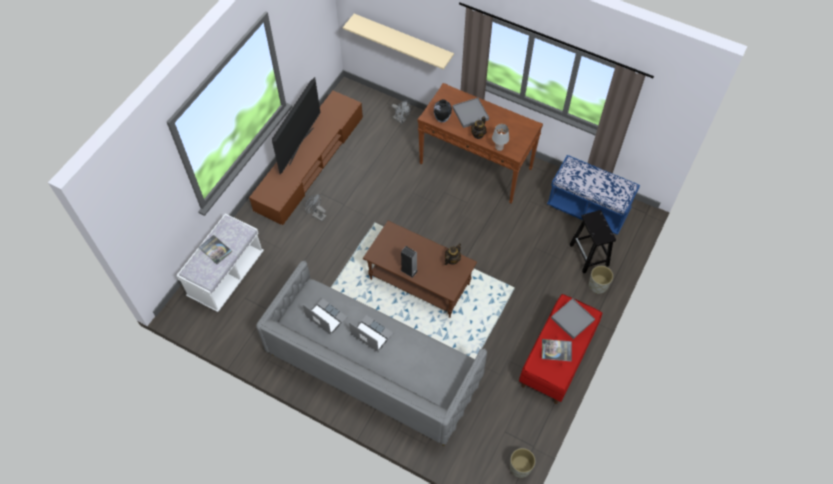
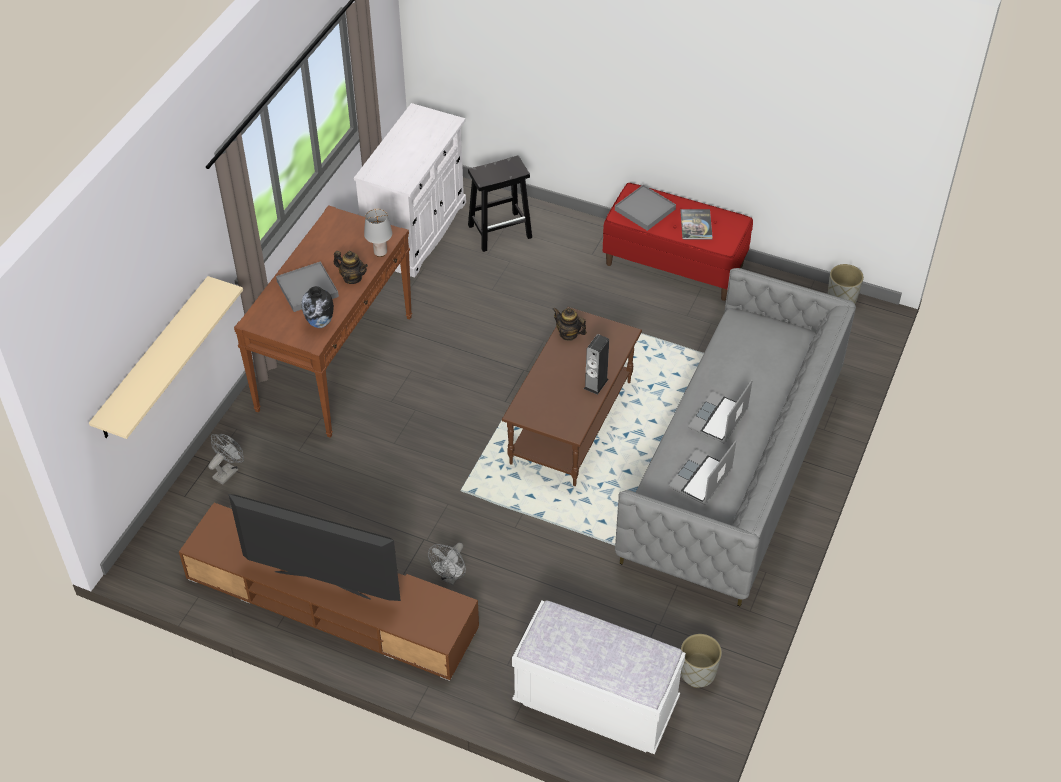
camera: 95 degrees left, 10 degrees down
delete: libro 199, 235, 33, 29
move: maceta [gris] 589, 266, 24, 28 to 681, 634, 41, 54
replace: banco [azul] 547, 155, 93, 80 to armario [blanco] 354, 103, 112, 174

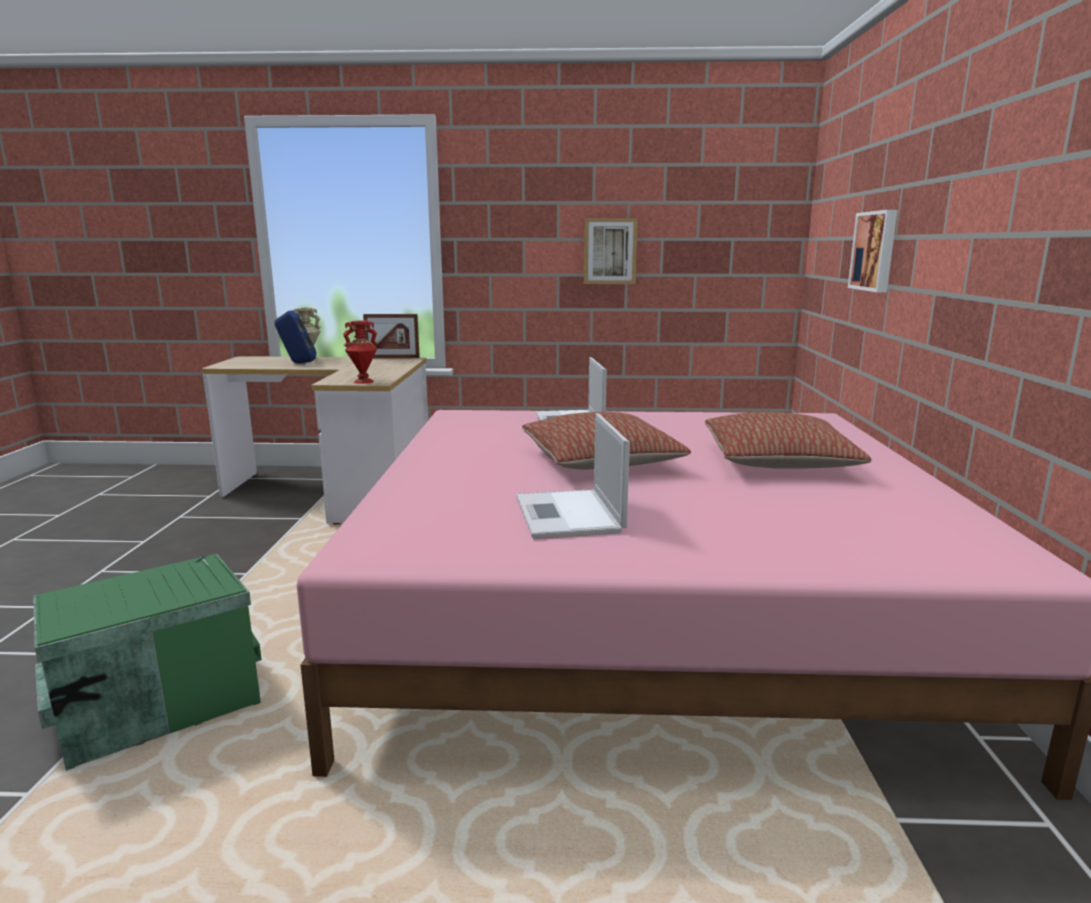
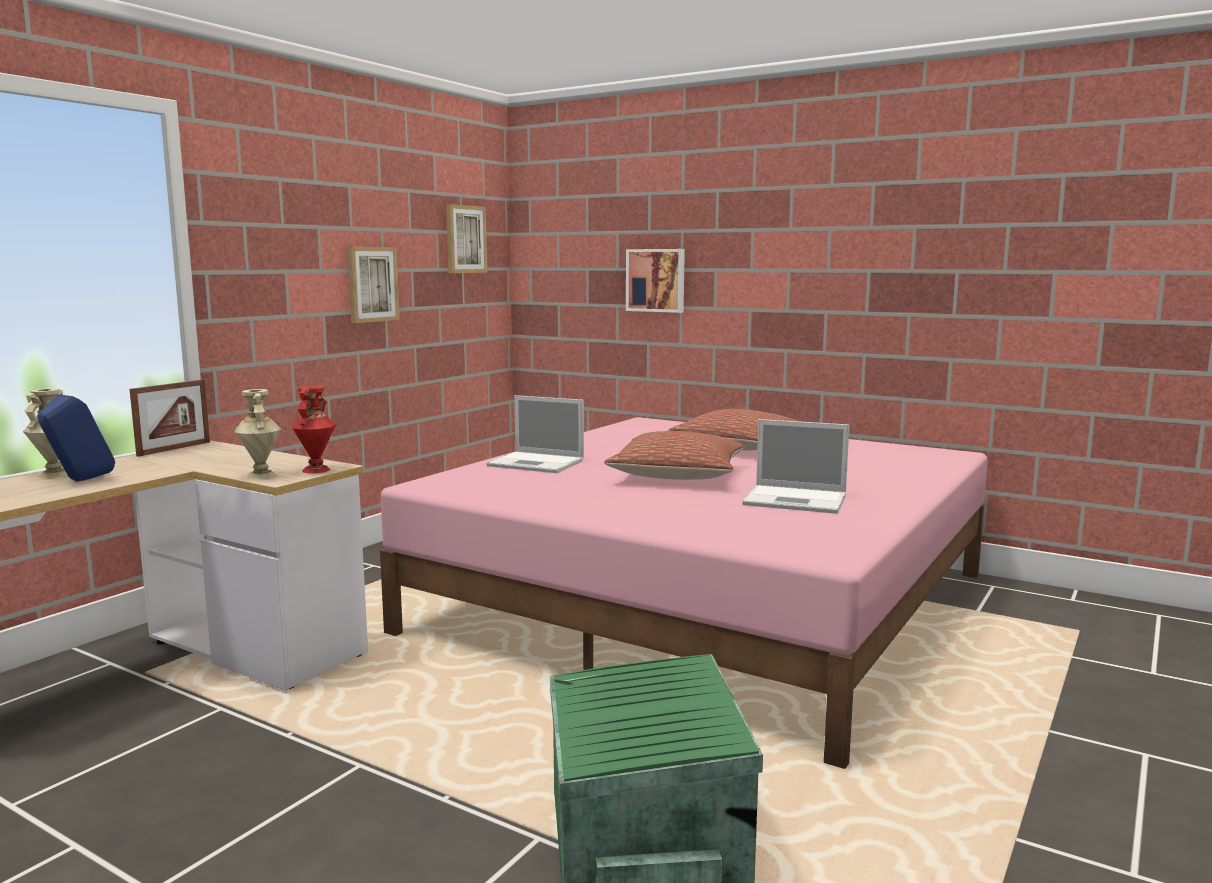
camera: 60 degrees left, 5 degrees down
insert: cuadro 446, 204, 42, 69; florero [beis] 234, 389, 47, 90

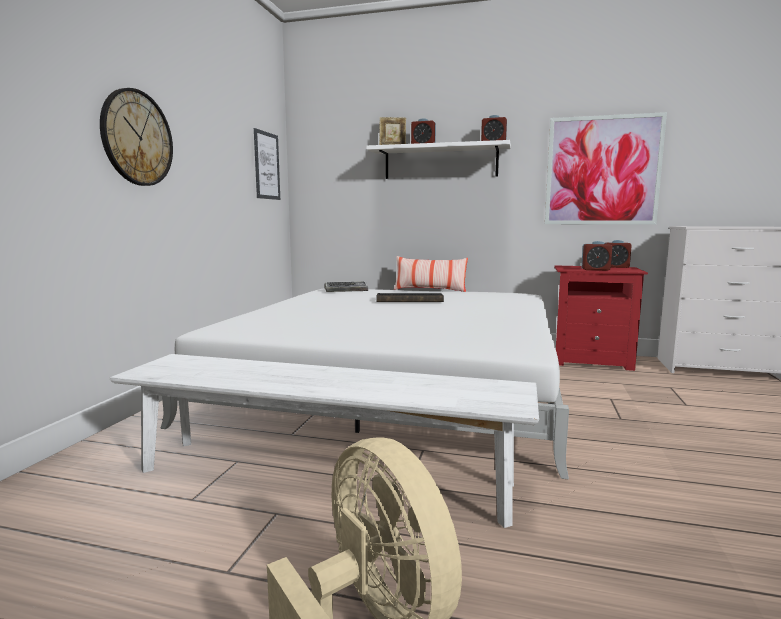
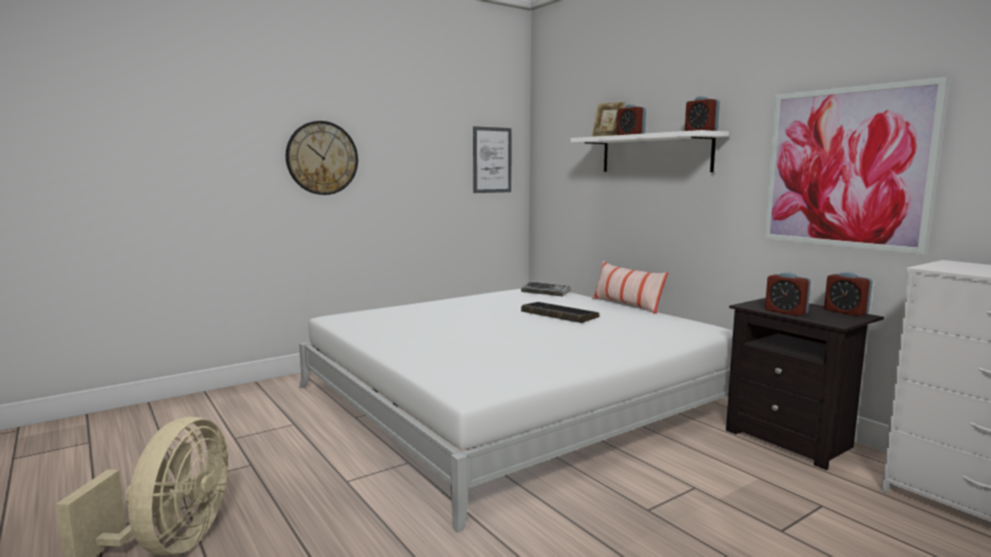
camera: 40 degrees right, 0 degrees up
delete: banco [blanco] 110, 354, 429, 174
recolor: mesita de noche [rojo] 554, 265, 94, 106 to mesita de noche [negro] 726, 298, 158, 172

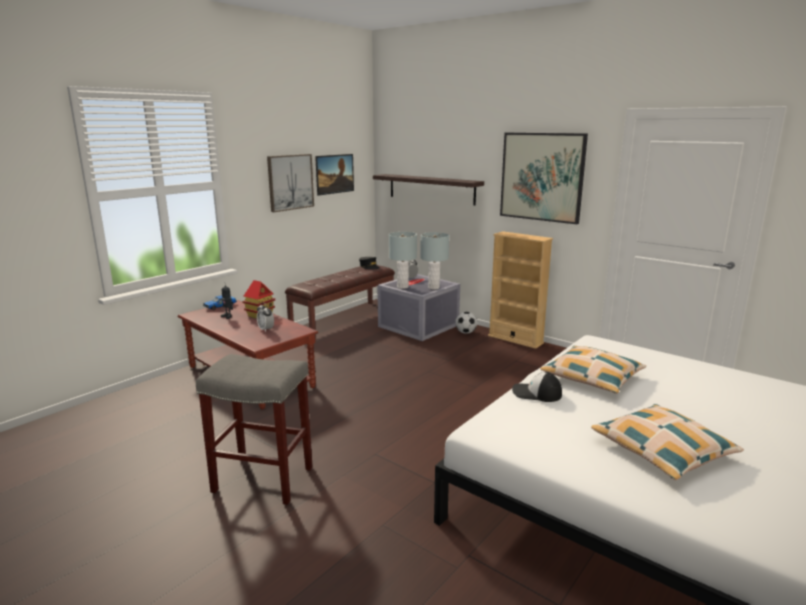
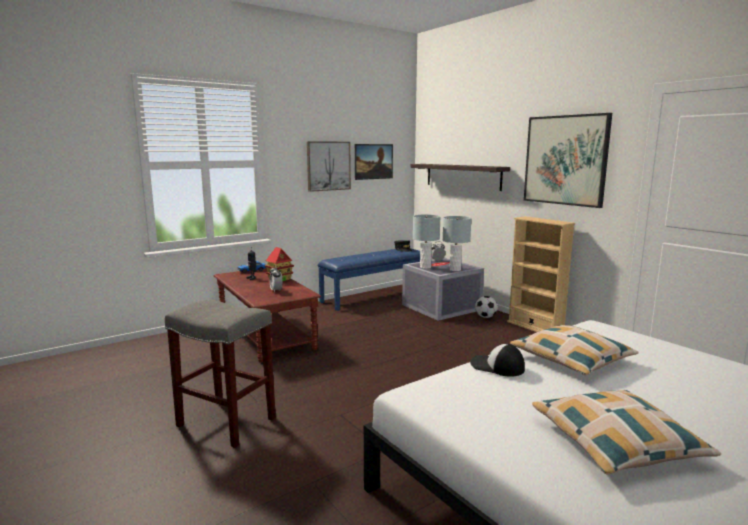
camera: 15 degrees right, 5 degrees down
recolor: banco [marrón] 285, 265, 110, 74 to banco [azul] 318, 248, 102, 63

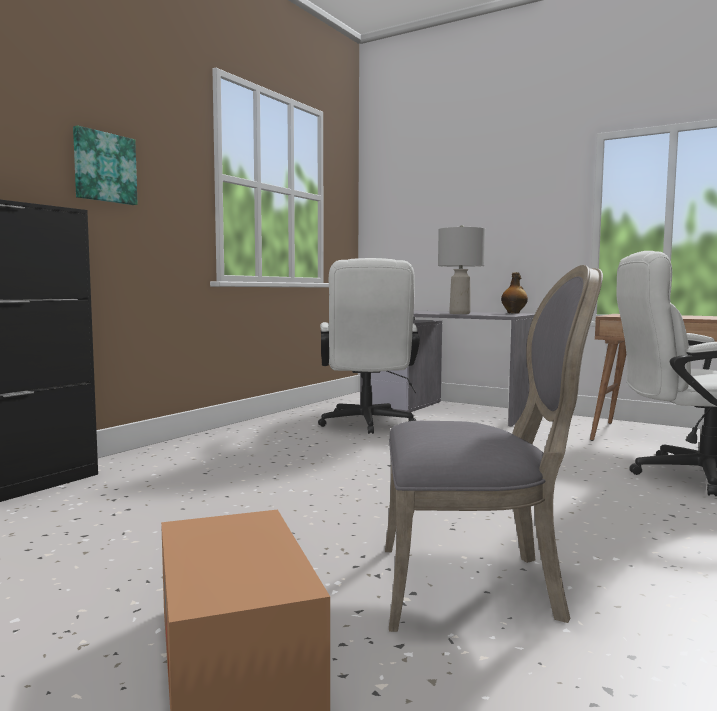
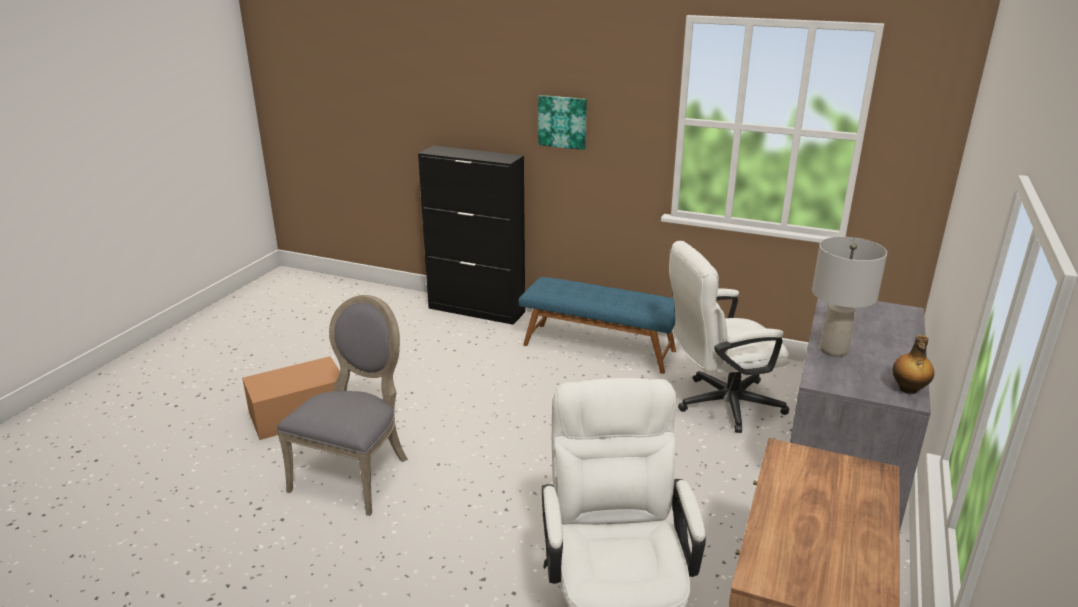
camera: 80 degrees right, 20 degrees up
insert: banco [azul] 518, 277, 158, 97
rotate: silla [gris] 385, 265, 218, 367 = 277, 295, 131, 221 150 degrees counterclockwise

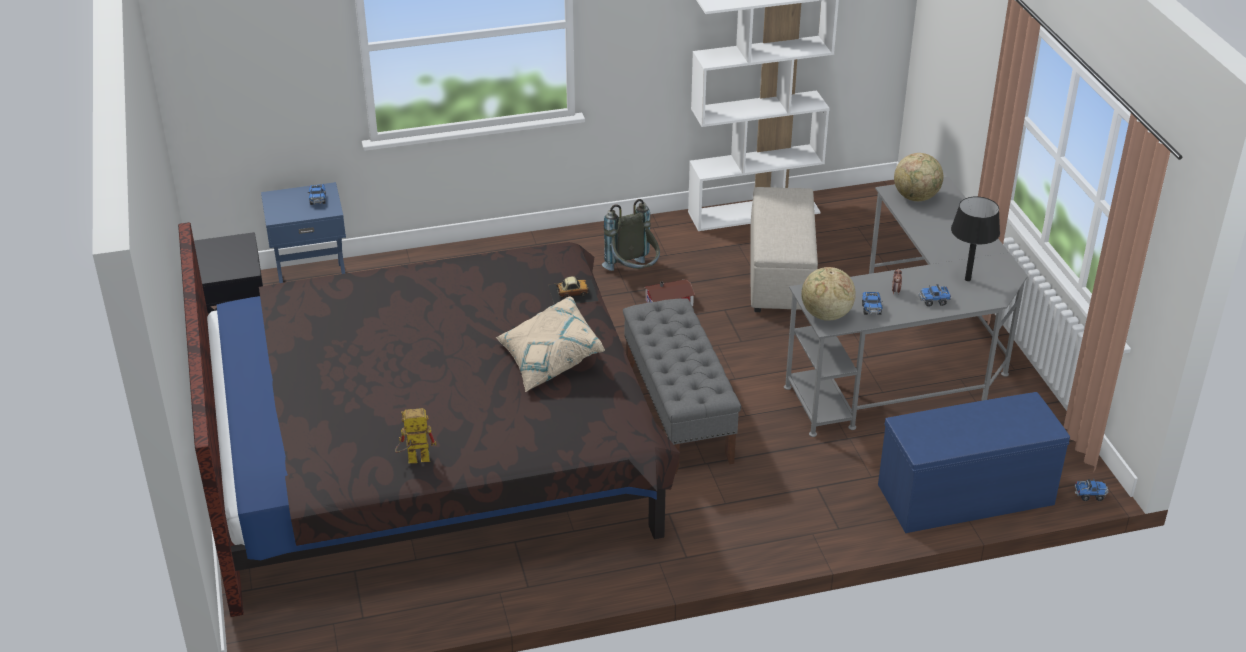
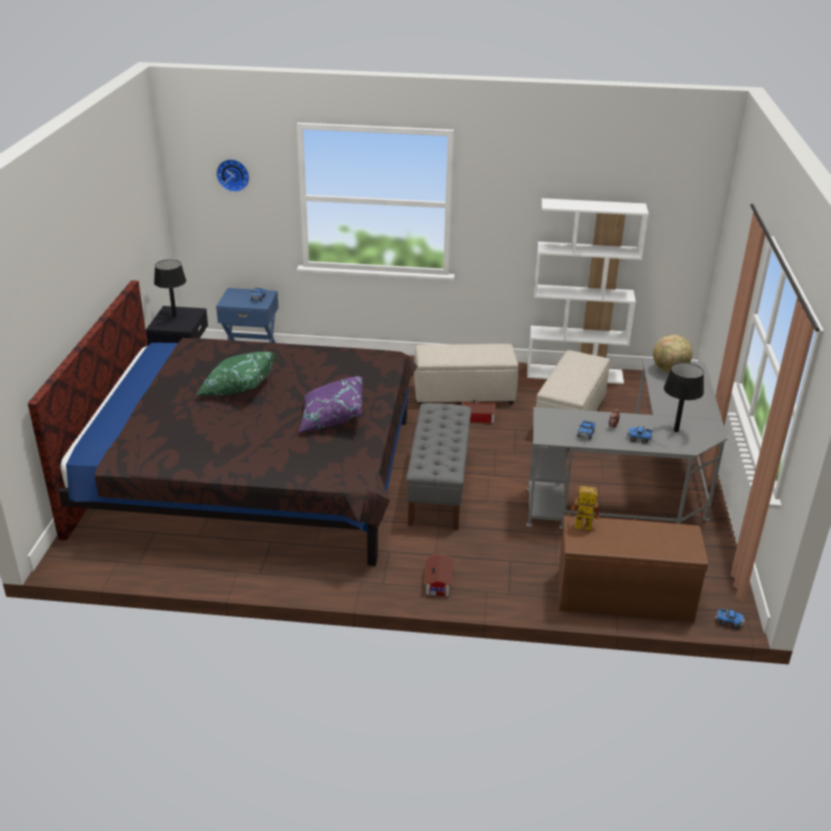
camera: 20 degrees right, 5 degrees down
delete: globo terráqueo 801, 267, 55, 54; coche de juguete 549, 276, 49, 29
insert: reloj de pared 216, 159, 33, 33; lámpara de mesa [negro] 154, 260, 32, 58; cojín [verde] 195, 352, 81, 44; casita 424, 554, 29, 42
move: robot de juguete 395, 408, 42, 55 to 567, 486, 32, 45
replace: mochila [gris] 602, 199, 58, 72 to puf [beis] 414, 344, 104, 62
recolor: cojín [beis] 496, 297, 109, 95 to cojín [morado] 299, 376, 64, 56; banco [azul] 878, 392, 192, 141 to banco [marrón] 558, 515, 150, 107

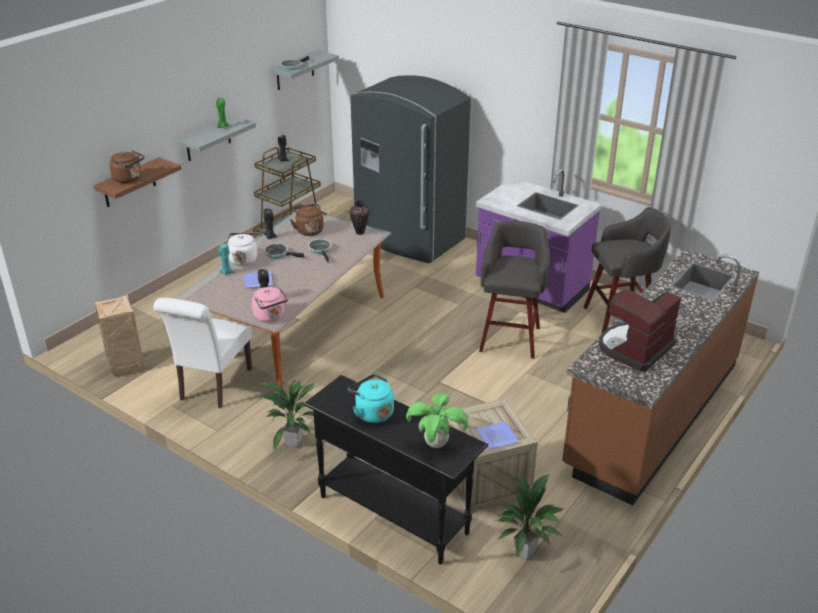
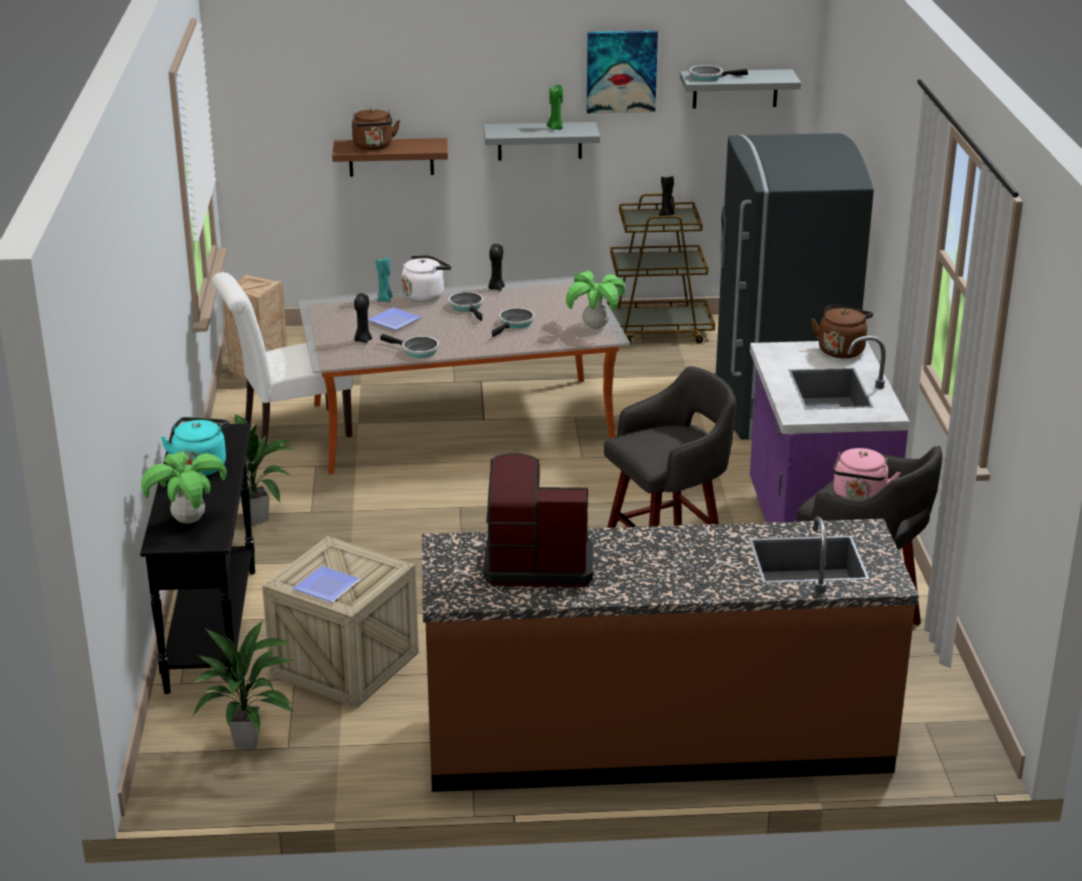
camera: 50 degrees right, 5 degrees down
insert: cuadro 587, 31, 71, 82; sartén 380, 334, 59, 24
move: hervidor [marrón] 290, 204, 34, 32 to 811, 305, 62, 53; hervidor [rosa] 252, 287, 37, 35 to 833, 448, 67, 51
replace: florero 350, 200, 19, 35 to planta en maceta 566, 271, 59, 58

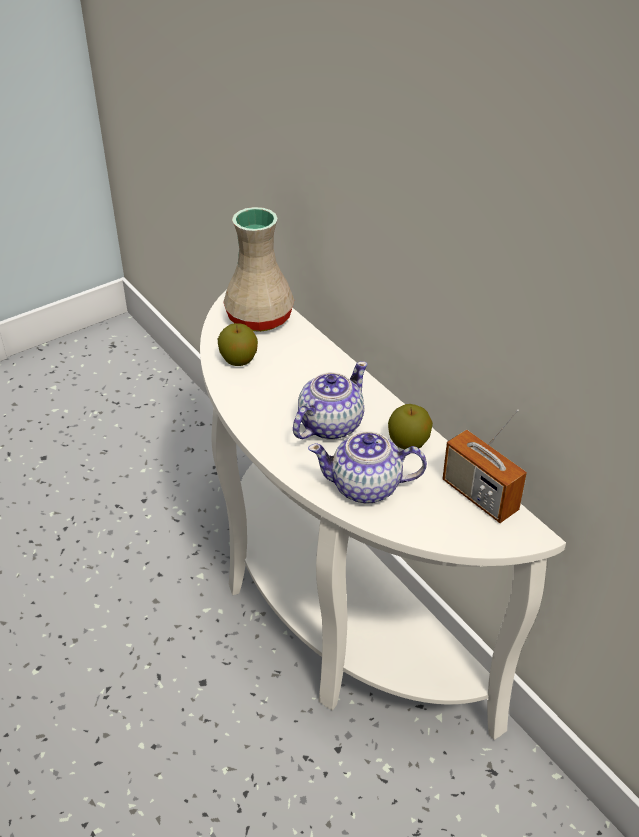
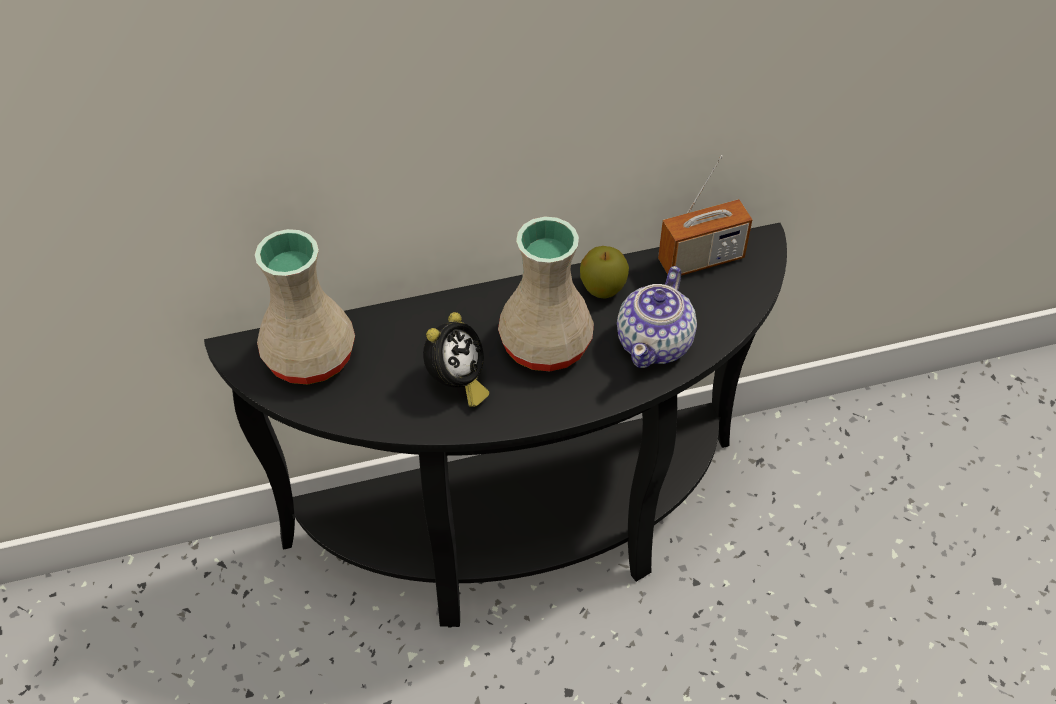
camera: 70 degrees left, 10 degrees up
delete: manzana 218, 323, 40, 43
insert: despertador 423, 312, 66, 95
replace: tetera 293, 361, 74, 79 to florero [beis] 498, 217, 96, 154
recolor: mesa consola [blanco] 200, 290, 366, 450 to mesa consola [negro] 204, 223, 583, 405

